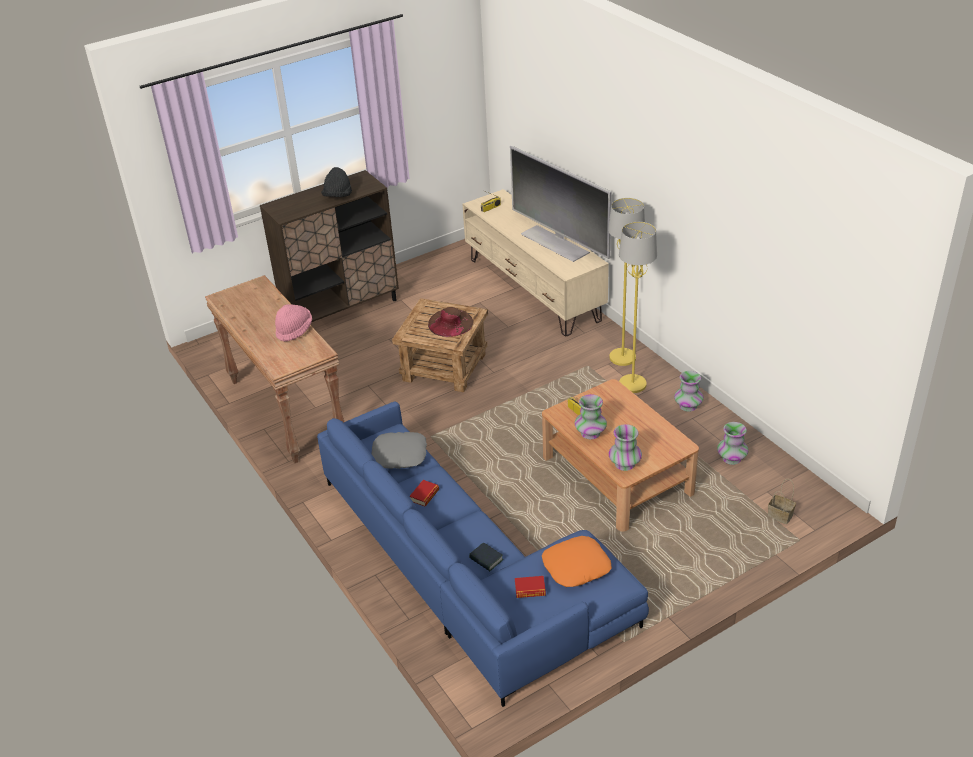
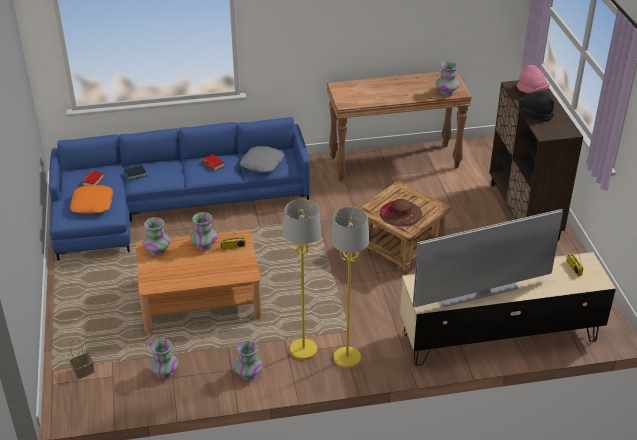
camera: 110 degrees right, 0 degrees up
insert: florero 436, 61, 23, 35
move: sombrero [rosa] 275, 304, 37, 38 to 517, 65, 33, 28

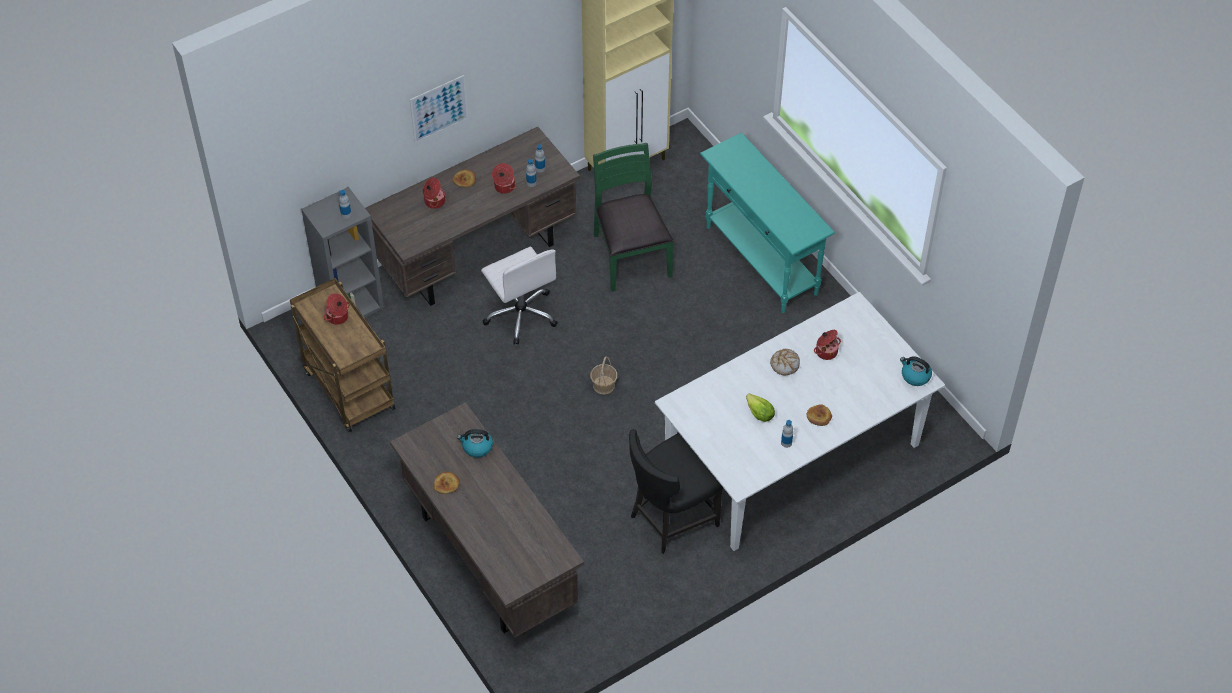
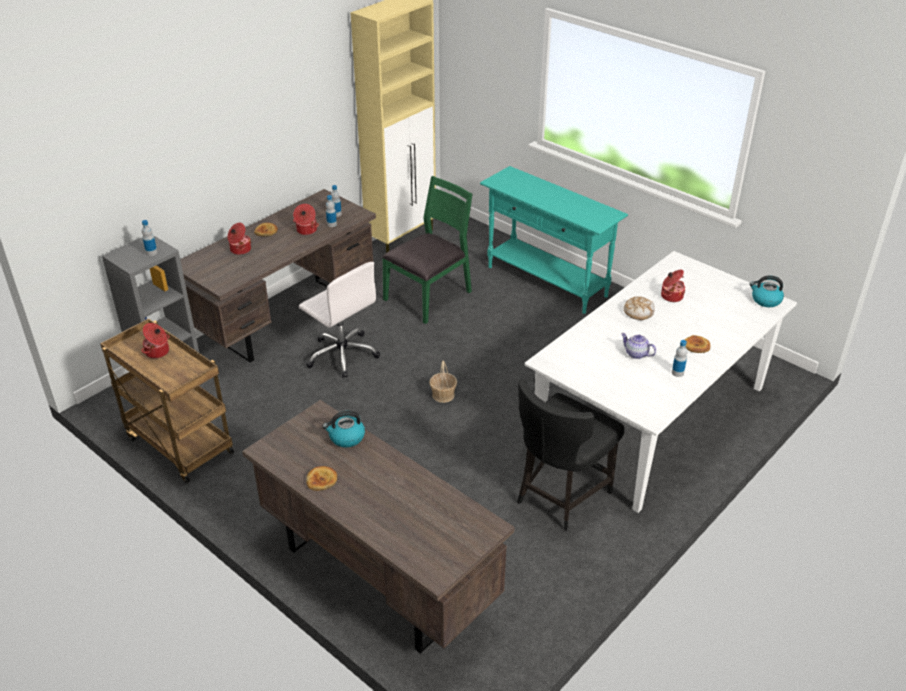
camera: 15 degrees left, 15 degrees down
delete: cuadro 410, 75, 58, 68
replace: lechuga 746, 394, 29, 28 to tetera 621, 333, 35, 26
rotate: silla [verde] 593, 143, 80, 149 = 382, 176, 90, 148 75 degrees clockwise

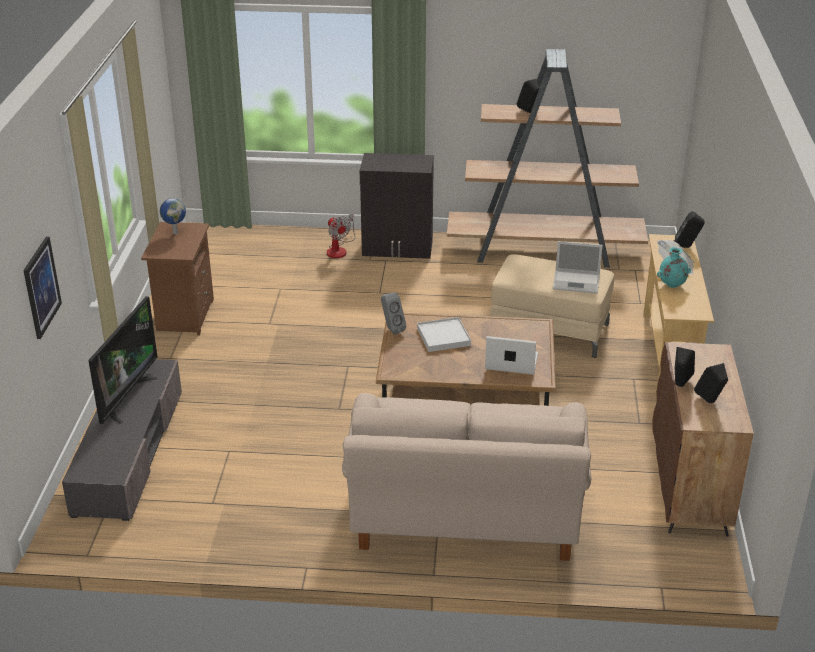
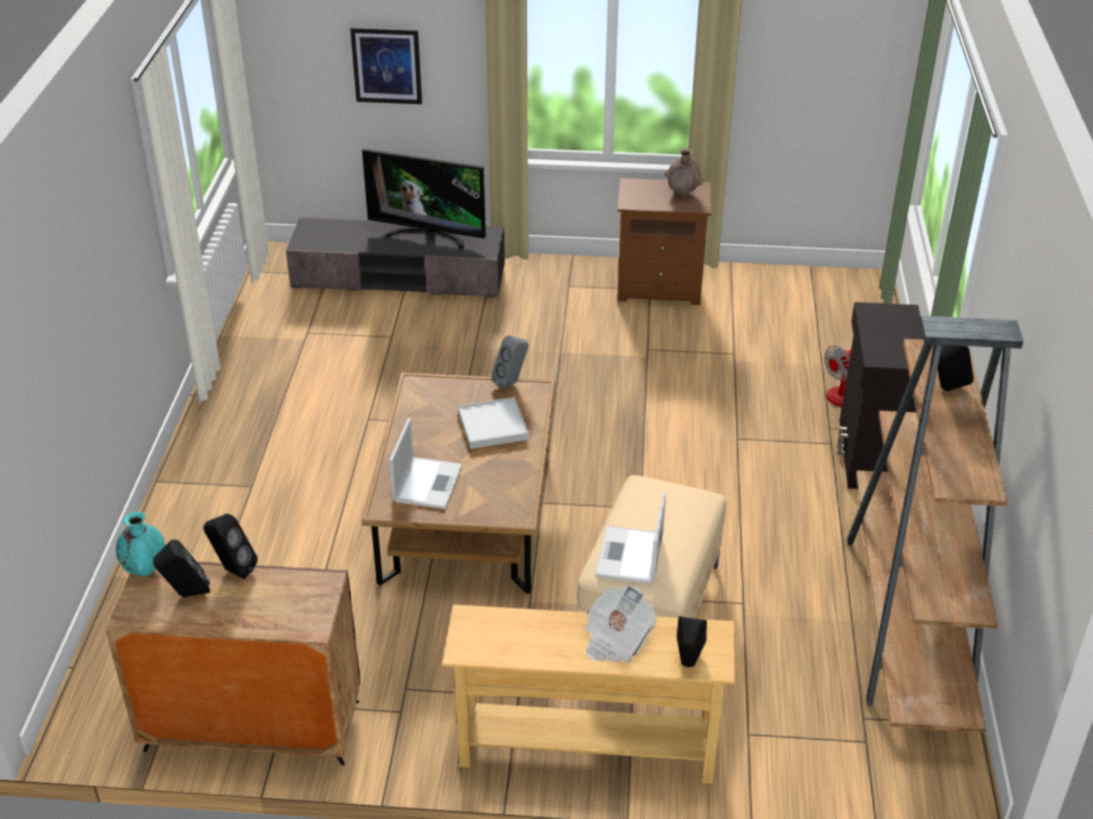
camera: 90 degrees right, 5 degrees up
delete: sofá [beis] 342, 393, 249, 168
move: florero [turquesa] 657, 247, 34, 41 to 116, 512, 50, 64
replace: globo terráqueo 160, 198, 26, 36 to florero [marrón] 665, 149, 38, 47

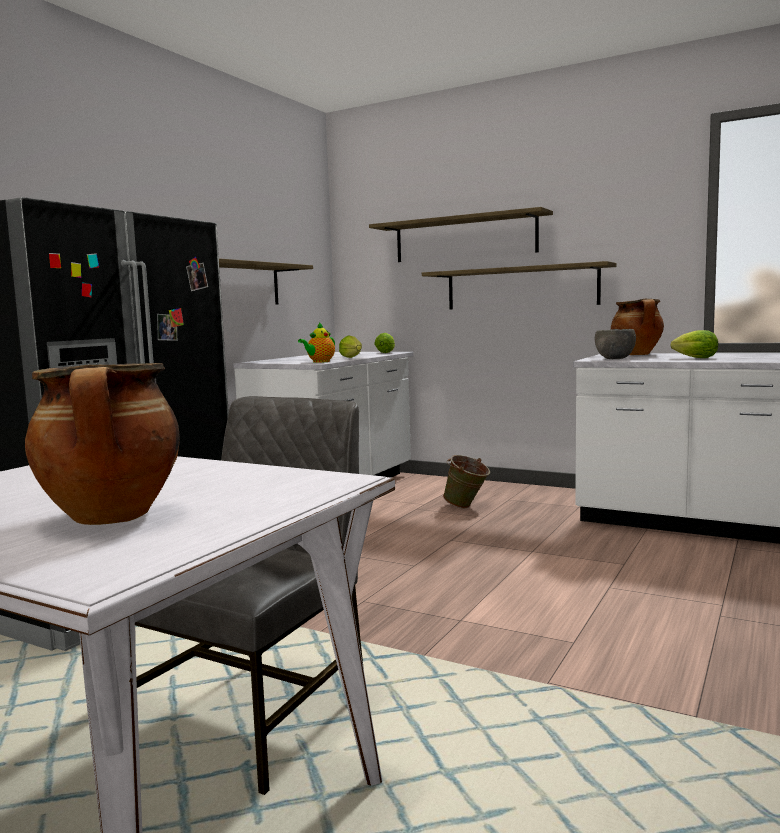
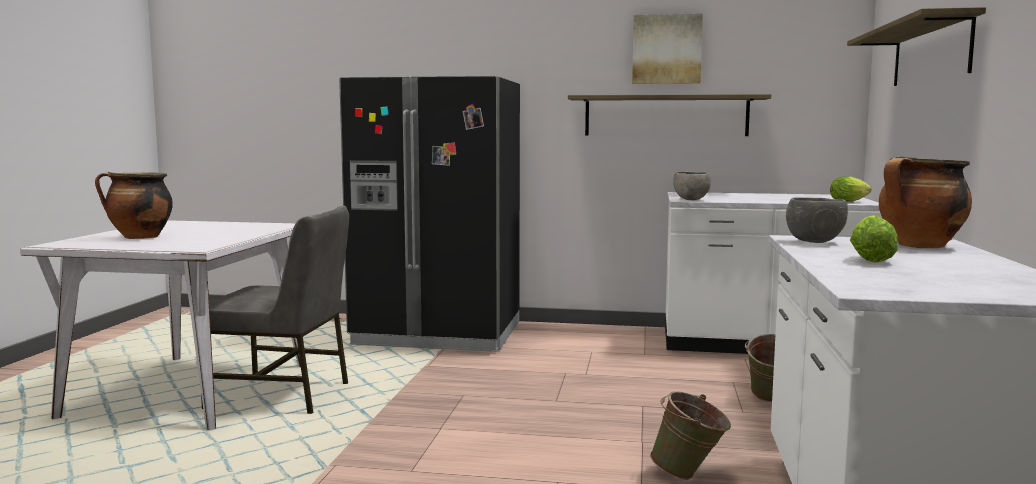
camera: 70 degrees right, 0 degrees up
delete: estante 422, 261, 194, 49; lechuga 339, 336, 23, 22
insert: cuadro 632, 13, 71, 71; cubo [verde] 650, 391, 81, 89
replace: tetera 298, 322, 37, 41 to cuenco [gris] 673, 172, 38, 28

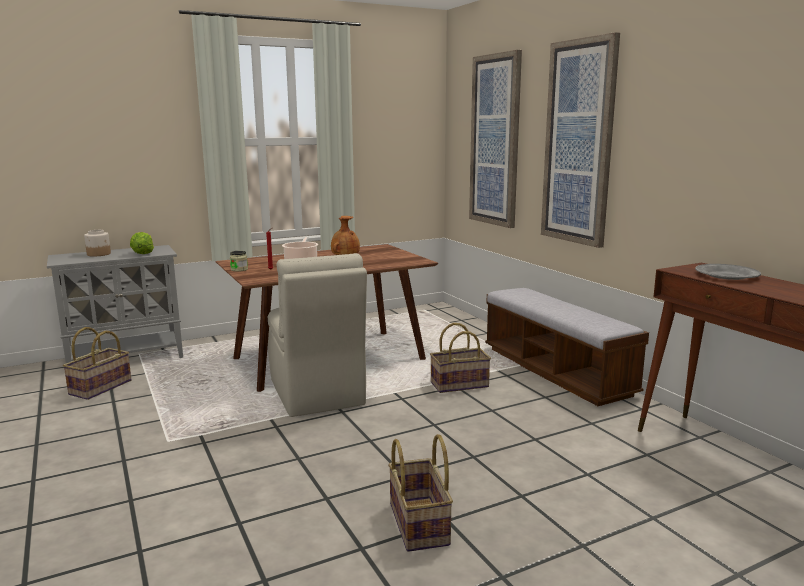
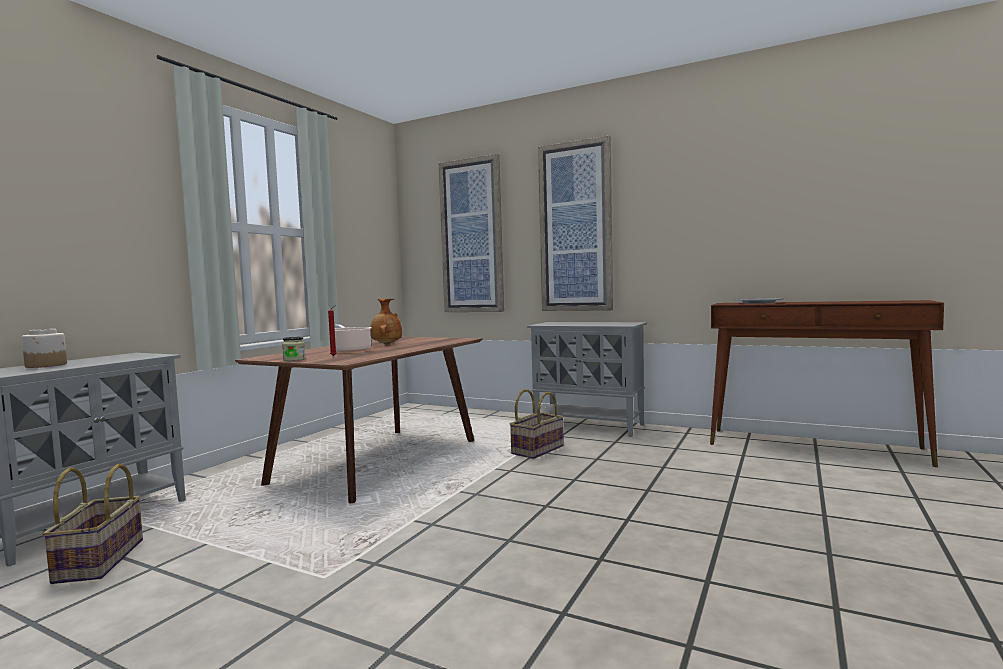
camera: 35 degrees left, 10 degrees down
delete: lechuga 130, 232, 24, 22; silla [beis] 268, 253, 99, 164; cesta 388, 434, 65, 118
replace: banco 485, 288, 164, 118 to armario [gris] 527, 322, 120, 115

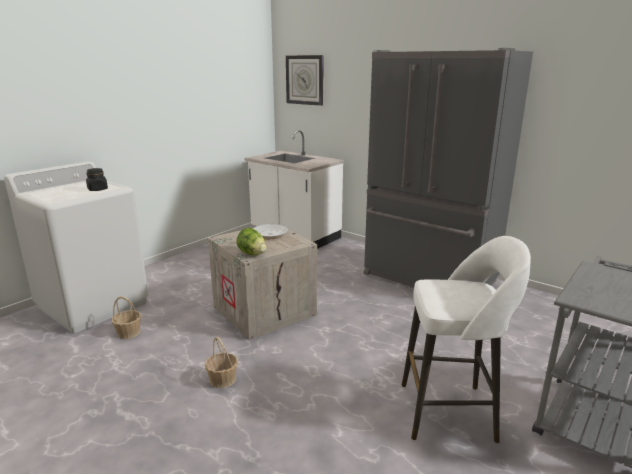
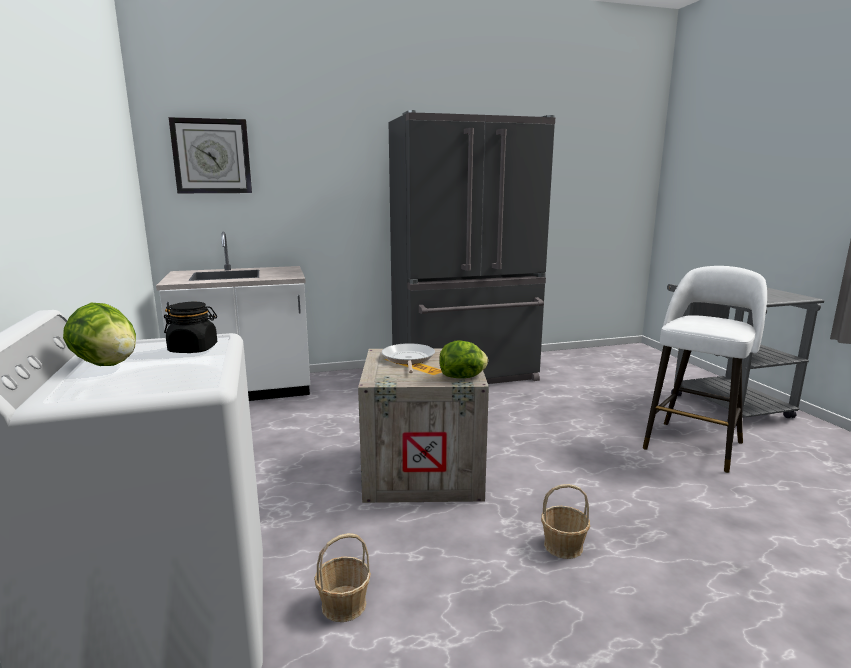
camera: 55 degrees left, 5 degrees down
insert: lechuga 63, 303, 73, 63

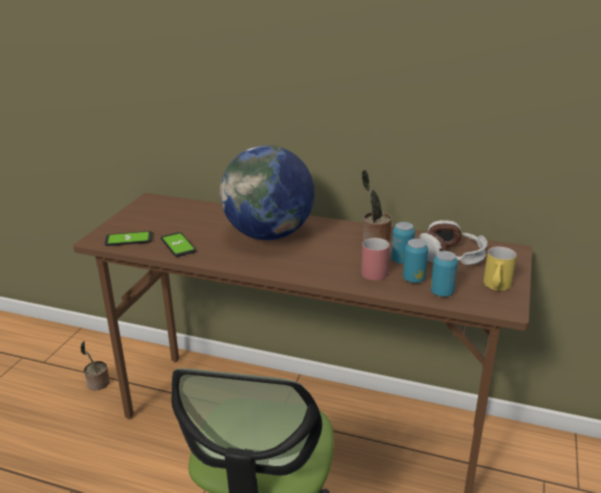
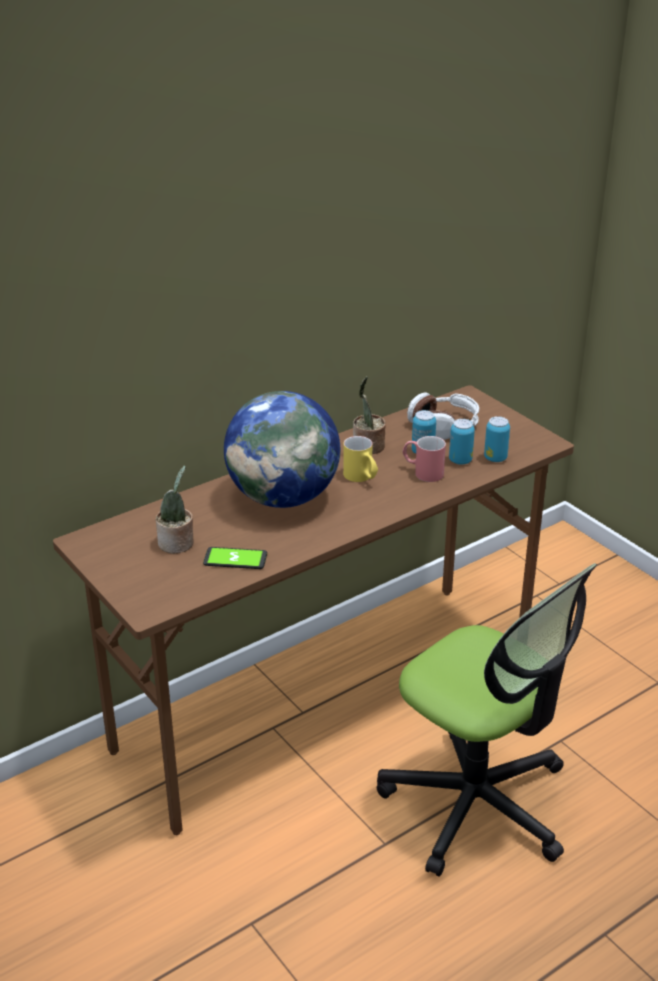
camera: 55 degrees left, 5 degrees up
delete: móvil 104, 231, 49, 15
move: taza grande [amarillo] 483, 247, 34, 44 to 343, 436, 35, 46; planta en maceta 80, 341, 30, 49 to 156, 465, 38, 88

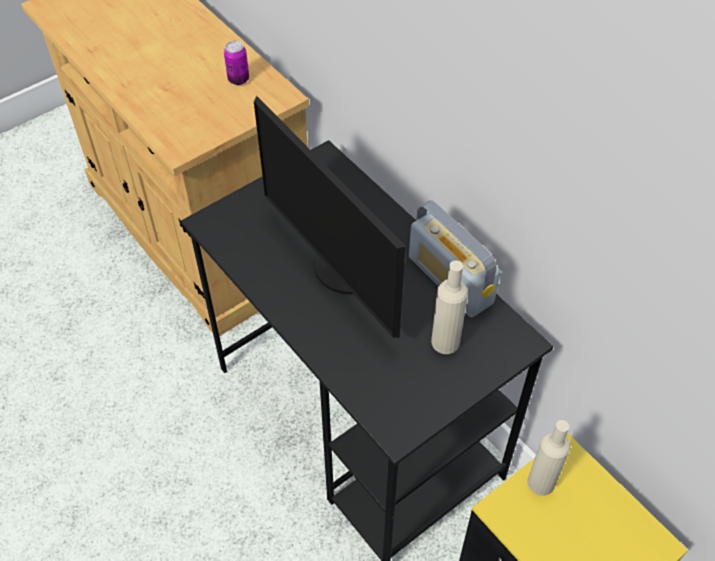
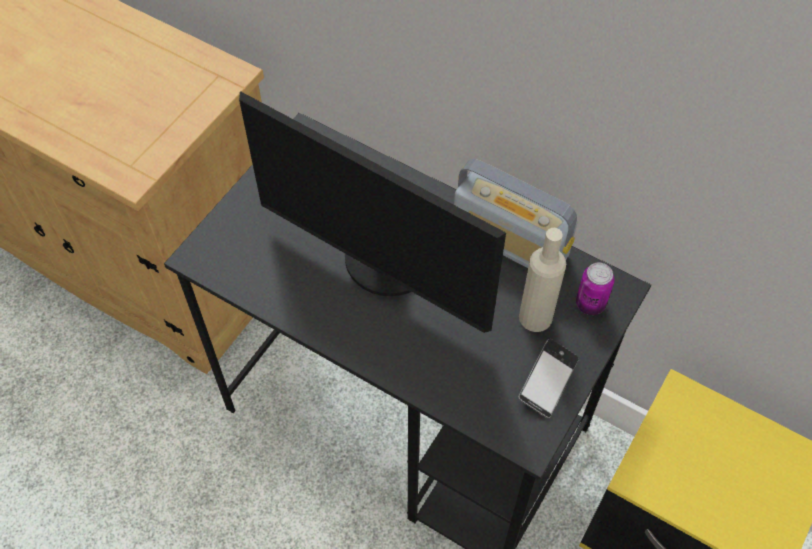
camera: 20 degrees left, 5 degrees up
delete: botella [beis] 527, 420, 43, 76
insert: móvil 518, 339, 61, 79
move: lata 224, 41, 25, 44 to 576, 263, 39, 52

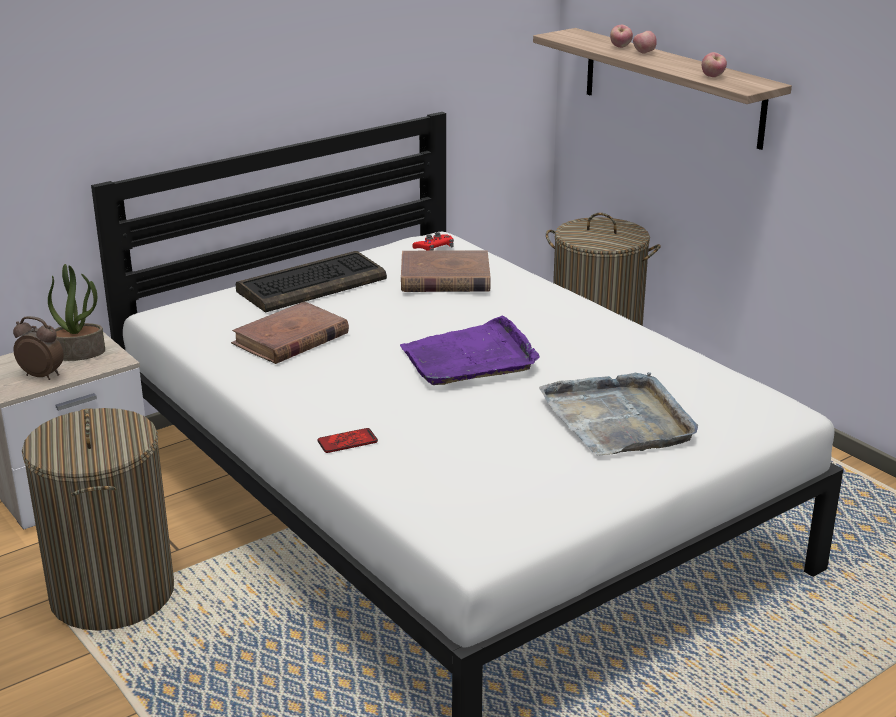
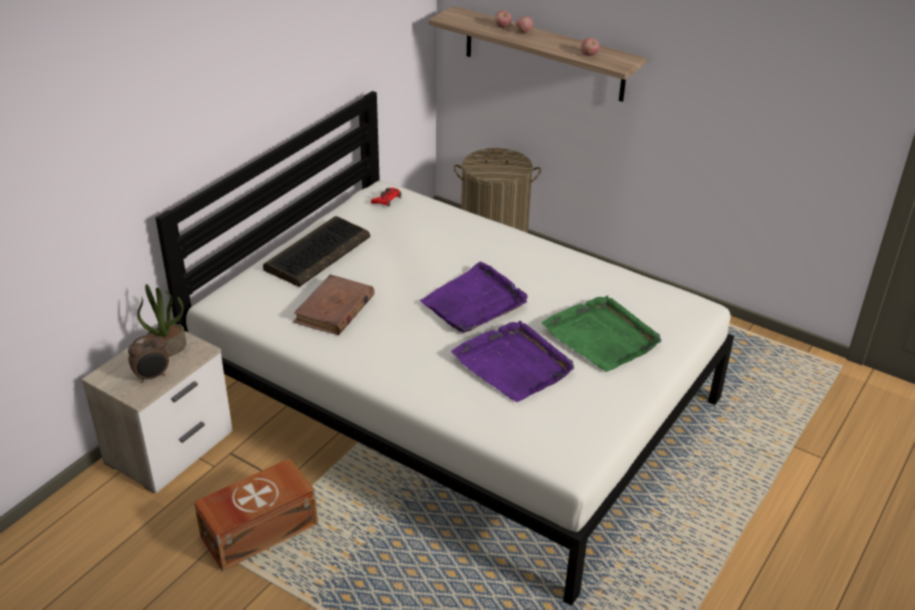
camera: 20 degrees left, 10 degrees up
delete: libro [marrón] 401, 250, 90, 42; móvil 318, 428, 60, 25
insert: bandeja [morado] 451, 321, 123, 81
replace: cesto de la ropa 22, 408, 152, 223 to caja de almacenaje [marrón] 194, 458, 124, 114
recolor: bandeja [gris] 539, 372, 159, 84 to bandeja [verde] 542, 296, 119, 76
rotate: despertador 13, 316, 51, 64 = 128, 334, 41, 49 150 degrees clockwise

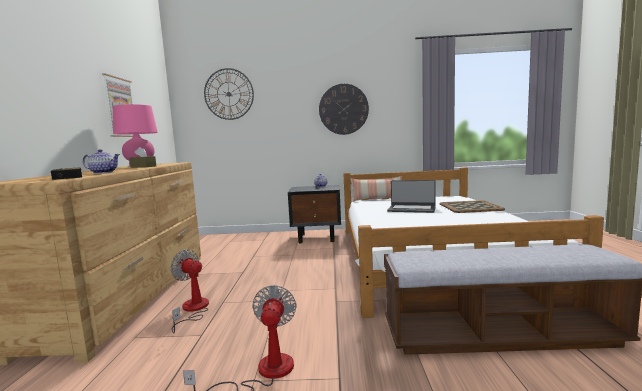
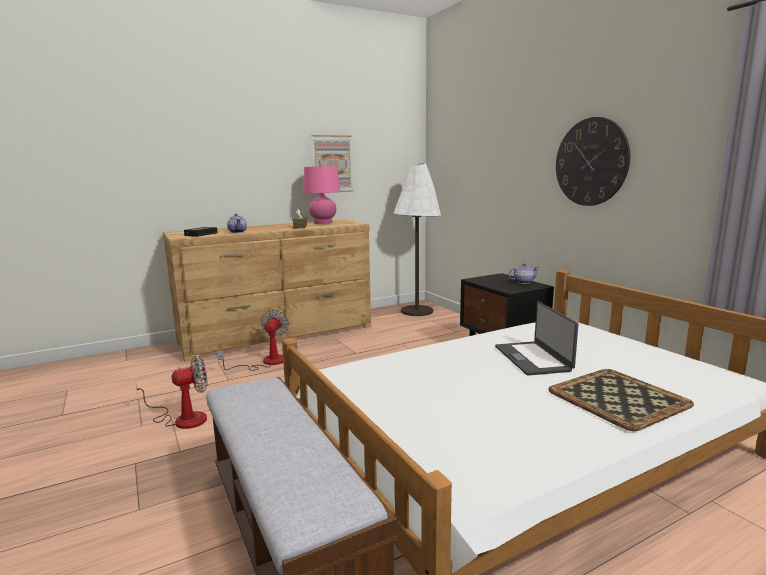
camera: 60 degrees right, 5 degrees up
delete: reloj de pared 204, 68, 50, 52; cojín 350, 176, 52, 26
insert: lámpara de pie [blanco] 393, 163, 48, 153

